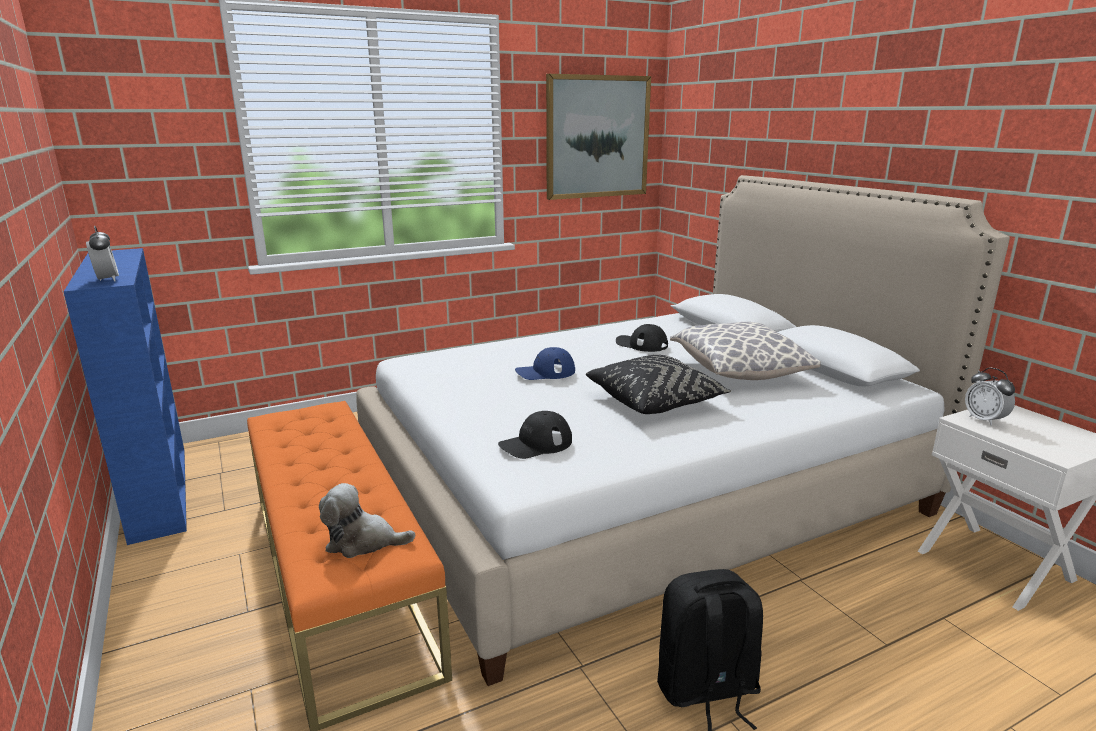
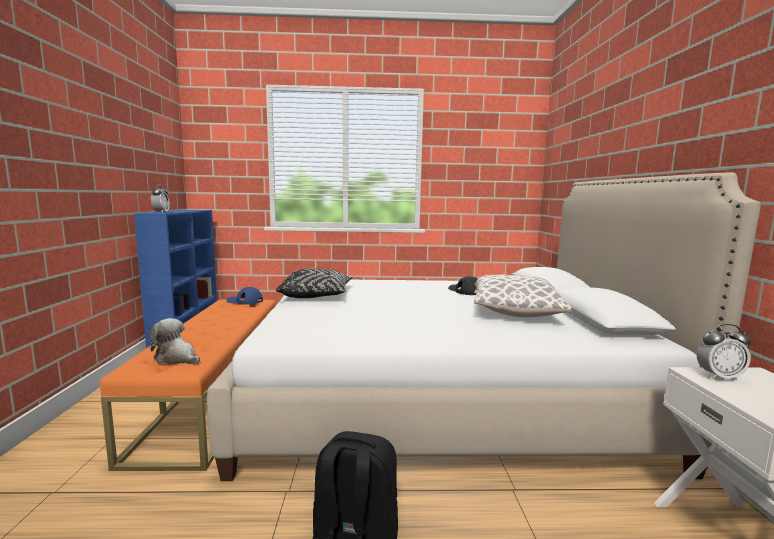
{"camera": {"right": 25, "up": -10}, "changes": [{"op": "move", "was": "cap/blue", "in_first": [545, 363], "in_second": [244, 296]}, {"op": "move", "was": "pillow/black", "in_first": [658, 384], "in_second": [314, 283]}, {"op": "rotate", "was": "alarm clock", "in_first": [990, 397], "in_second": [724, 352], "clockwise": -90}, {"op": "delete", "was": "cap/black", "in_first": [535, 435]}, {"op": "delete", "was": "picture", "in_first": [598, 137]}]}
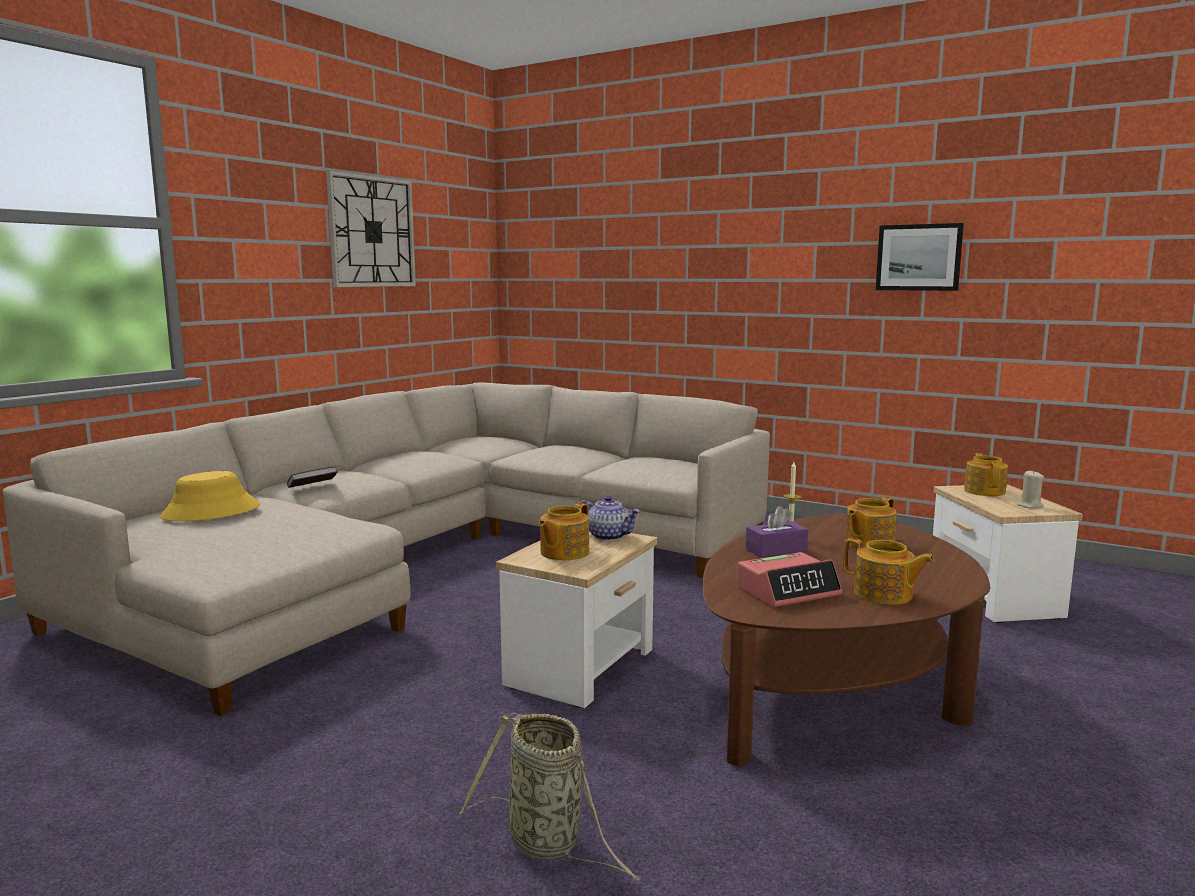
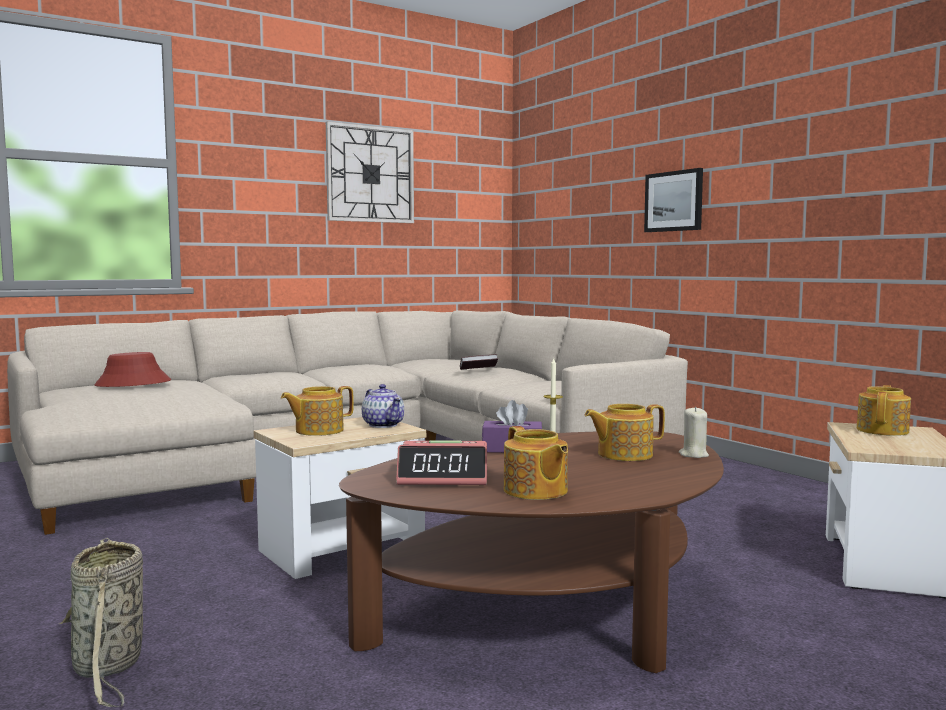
{"camera": {"right": 25, "up": -5}, "changes": [{"op": "recolor", "was": "hat/yellow", "now": "hat/red", "in_first": [210, 496], "in_second": [132, 369]}, {"op": "move", "was": "book", "in_first": [312, 477], "in_second": [479, 362]}, {"op": "move", "was": "picture", "in_first": [920, 257], "in_second": [673, 200]}, {"op": "move", "was": "candle/beige", "in_first": [1030, 489], "in_second": [694, 432]}]}
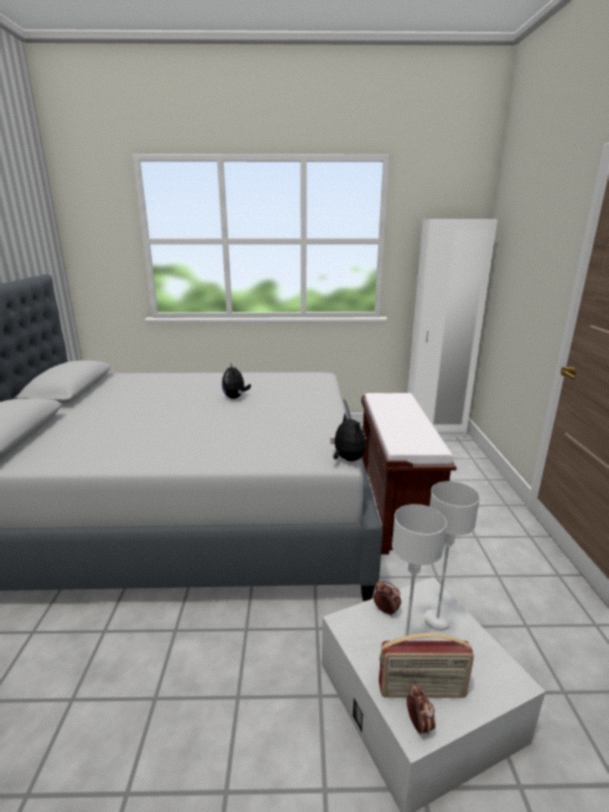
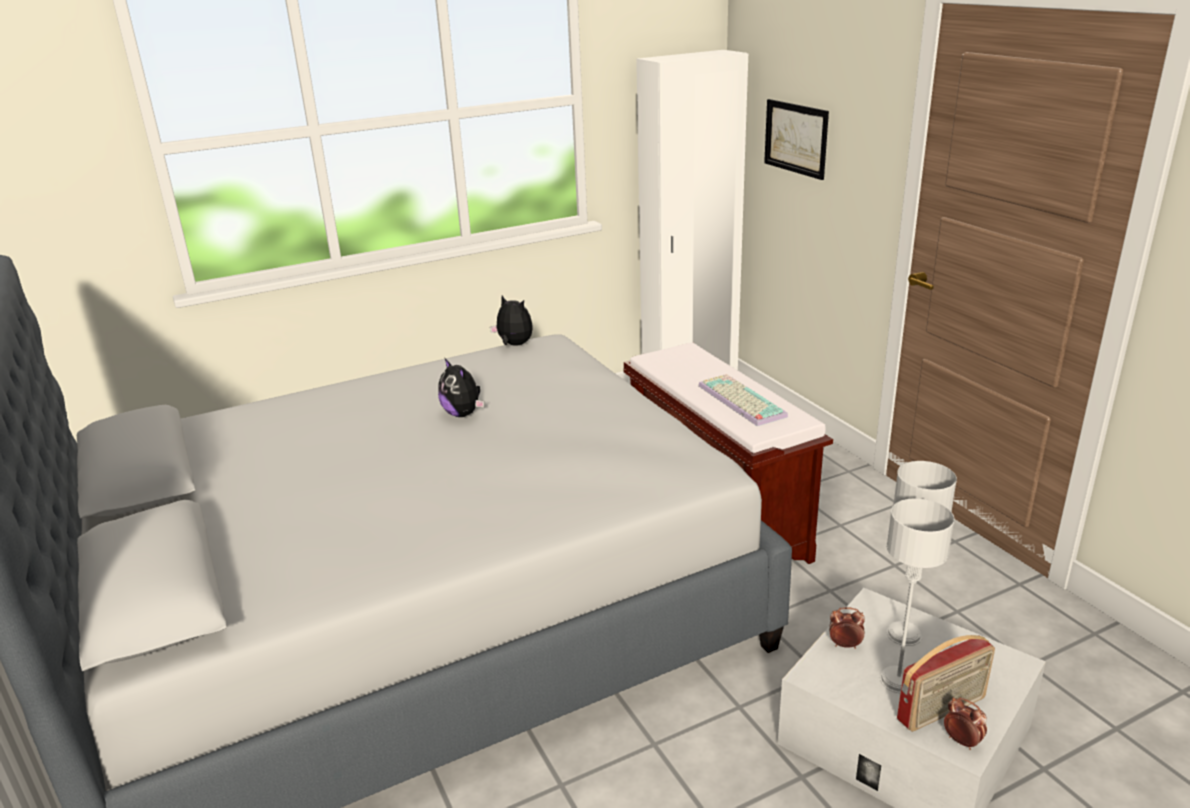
{"camera": {"right": -25, "up": 5}, "changes": [{"op": "move", "was": "plush toy", "in_first": [348, 437], "in_second": [511, 321]}, {"op": "insert", "now": "keyboard", "in_second": [743, 400]}, {"op": "insert", "now": "picture", "in_second": [796, 139]}]}
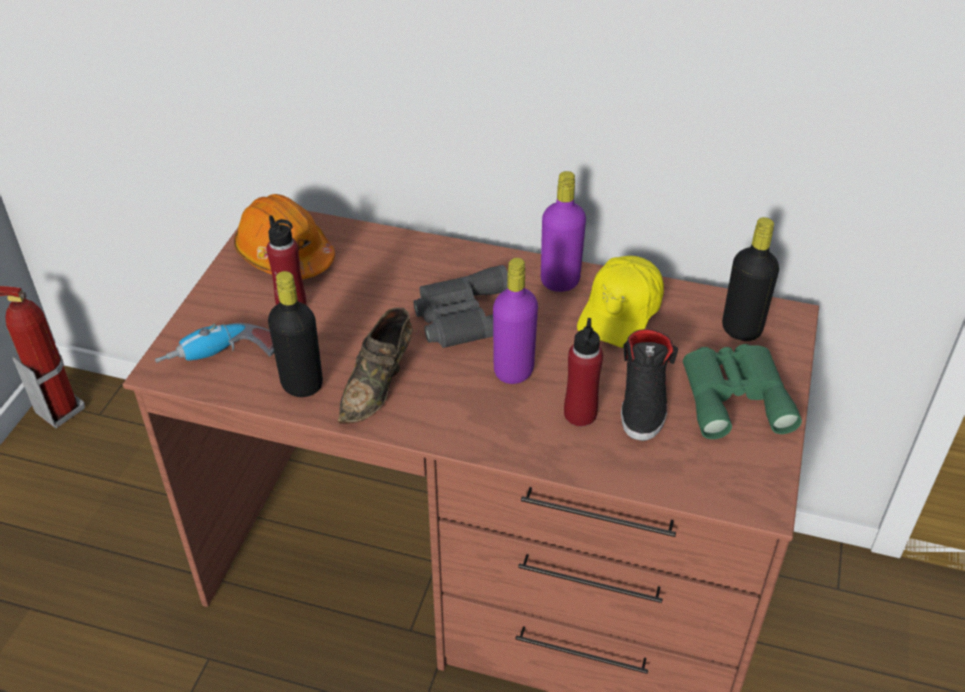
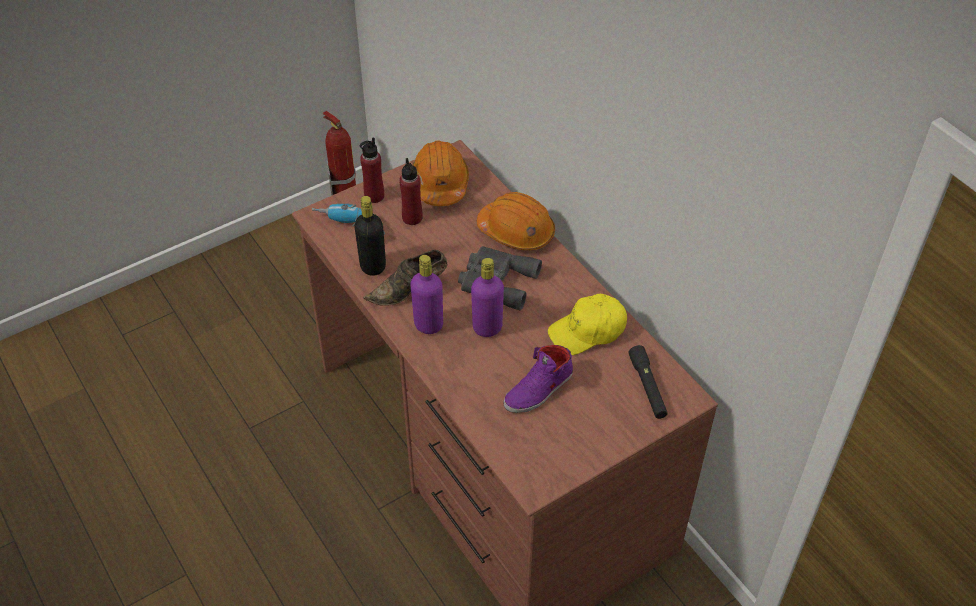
{"camera": {"right": 40, "up": 5}, "changes": [{"op": "move", "was": "bottle/red", "in_first": [583, 372], "in_second": [372, 170]}, {"op": "move", "was": "bottle/purple", "in_first": [563, 231], "in_second": [426, 294]}, {"op": "insert", "now": "hard hat/orange", "in_second": [516, 221]}, {"op": "recolor", "was": "shoe/black", "now": "shoe/purple", "in_first": [649, 385], "in_second": [538, 379]}, {"op": "replace", "was": "bottle/black", "now": "flashlight/black", "in_first": [750, 279], "in_second": [648, 382]}, {"op": "delete", "was": "binoculars/green", "in_first": [742, 391]}]}
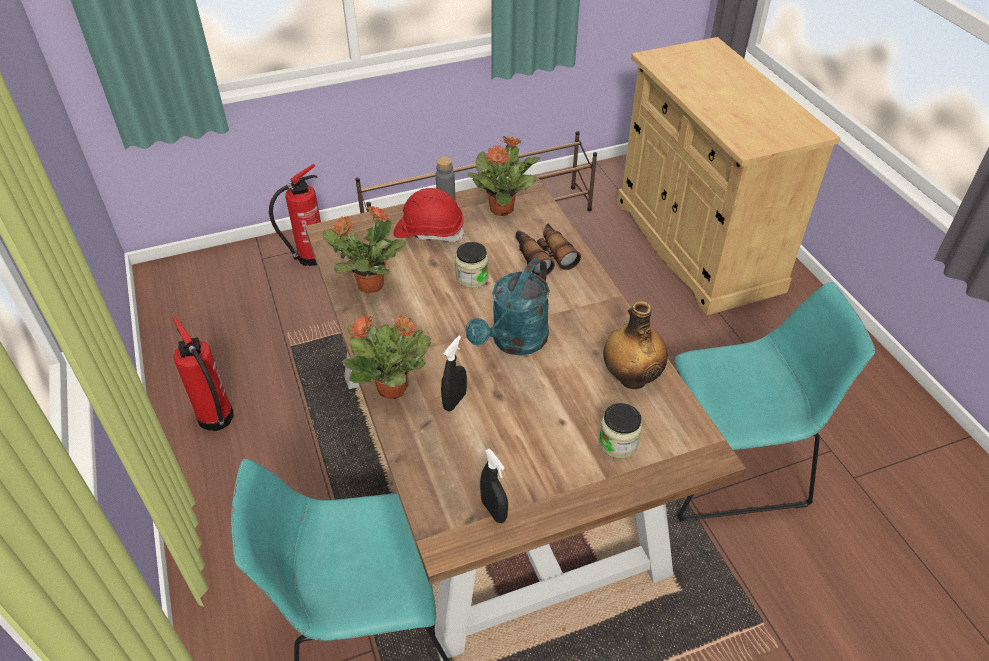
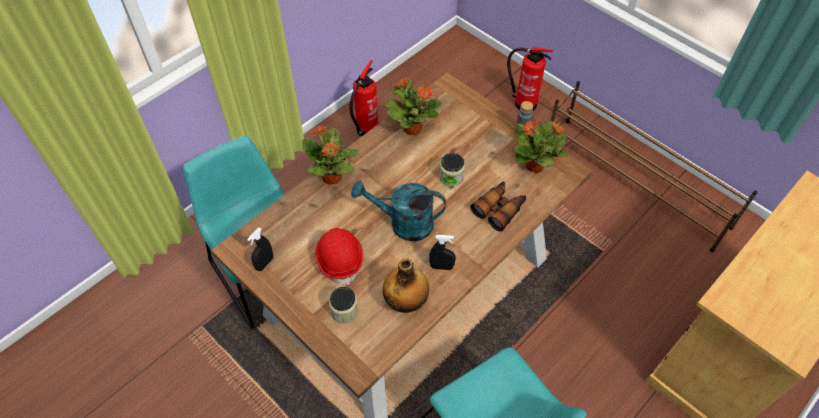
{"camera": {"right": 65, "up": 10}, "changes": [{"op": "move", "was": "hard hat/red", "in_first": [429, 215], "in_second": [339, 256]}, {"op": "move", "was": "spray bottle/black", "in_first": [454, 373], "in_second": [442, 252]}]}
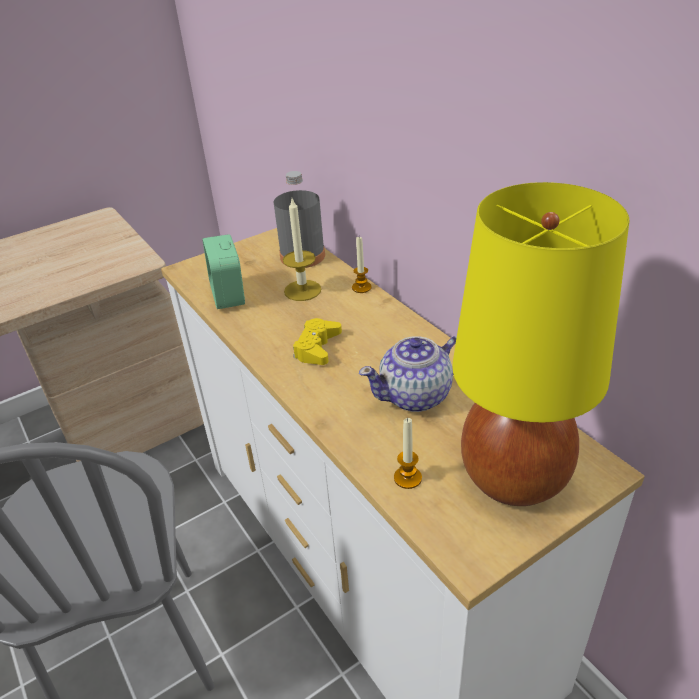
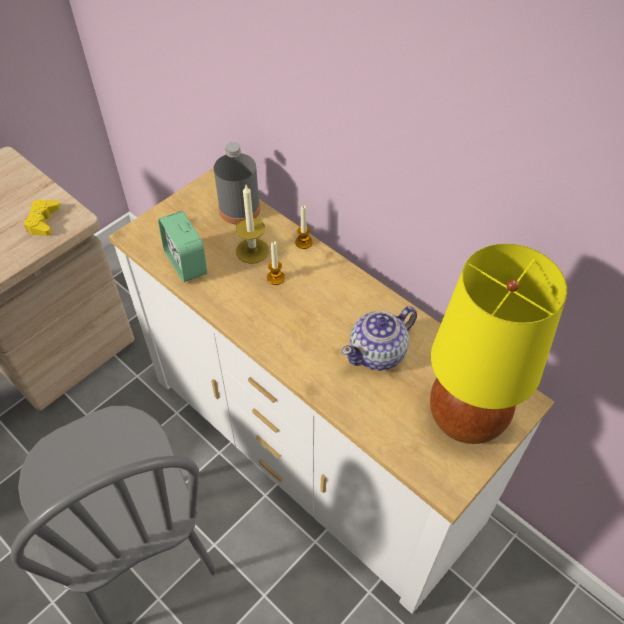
{"camera": {"right": -15, "up": 15}, "changes": [{"op": "move", "was": "game controller/yellow", "in_first": [317, 341], "in_second": [42, 217]}, {"op": "move", "was": "candle", "in_first": [408, 453], "in_second": [276, 263]}]}
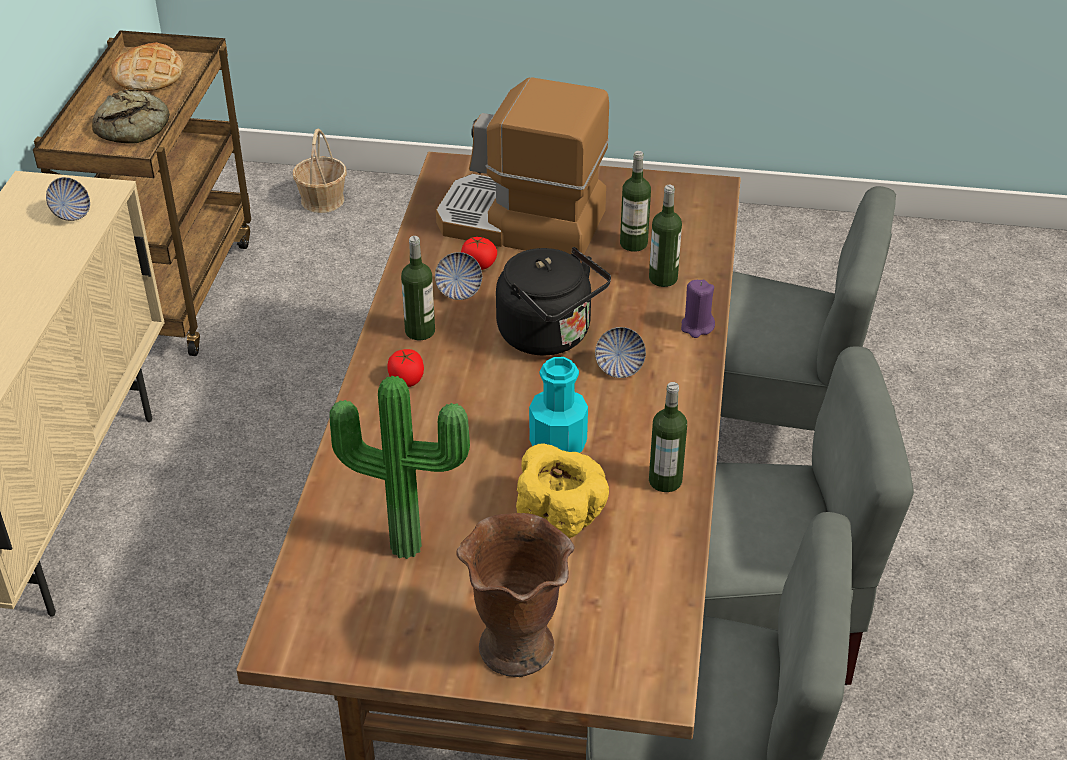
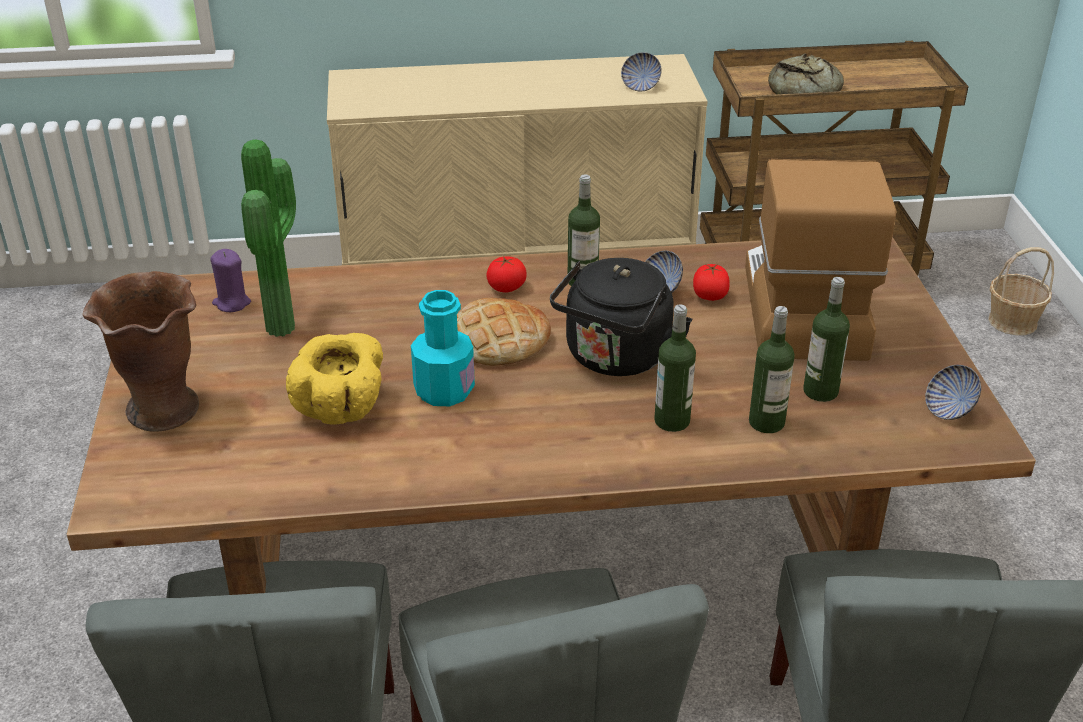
{"camera": {"right": 75, "up": -5}, "changes": [{"op": "move", "was": "candle/purple", "in_first": [698, 309], "in_second": [230, 280]}, {"op": "move", "was": "bread", "in_first": [147, 66], "in_second": [504, 332]}, {"op": "move", "was": "bottle", "in_first": [668, 437], "in_second": [675, 368]}, {"op": "move", "was": "bowl", "in_first": [620, 352], "in_second": [953, 392]}]}
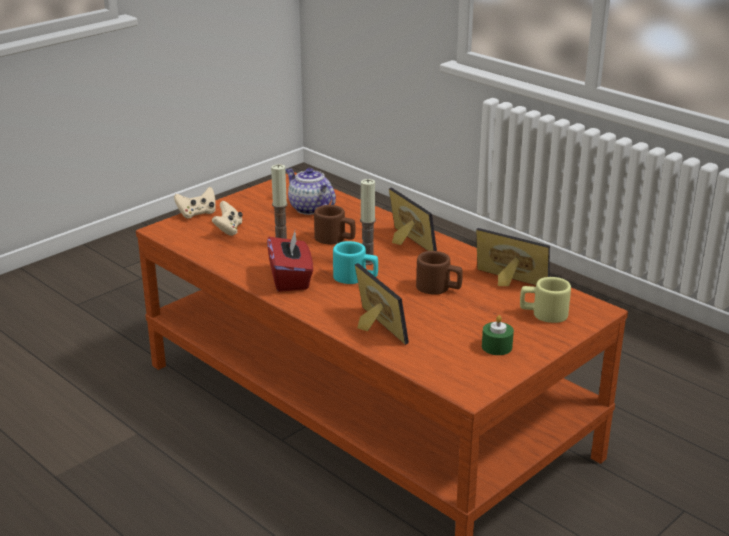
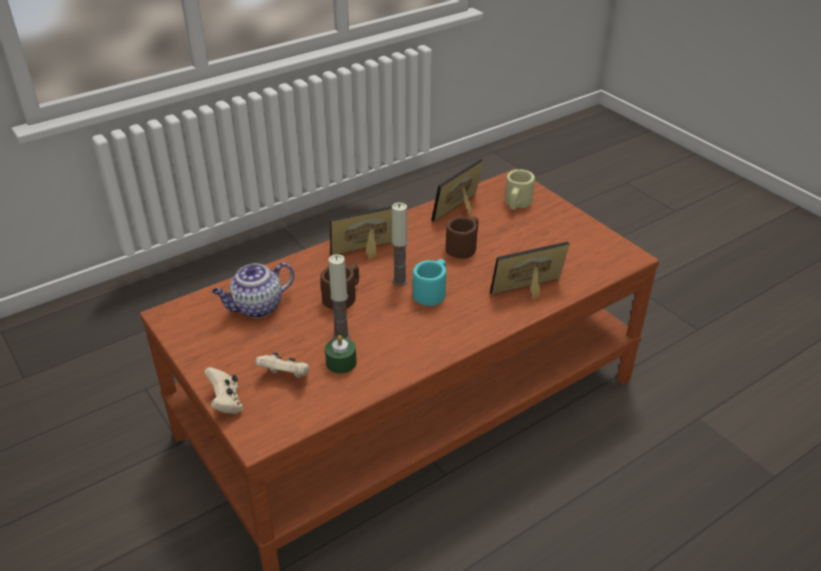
{"camera": {"right": -80, "up": 10}, "changes": [{"op": "move", "was": "candle/green", "in_first": [498, 335], "in_second": [341, 354]}, {"op": "delete", "was": "tissue box/red", "in_first": [290, 261]}]}
